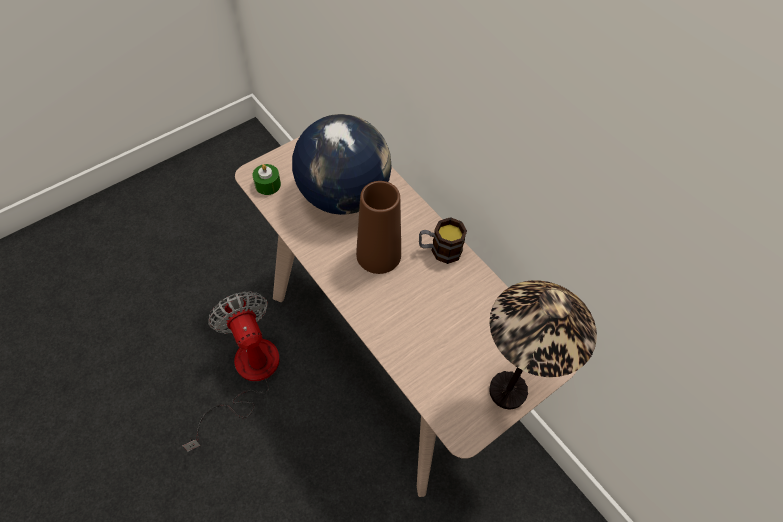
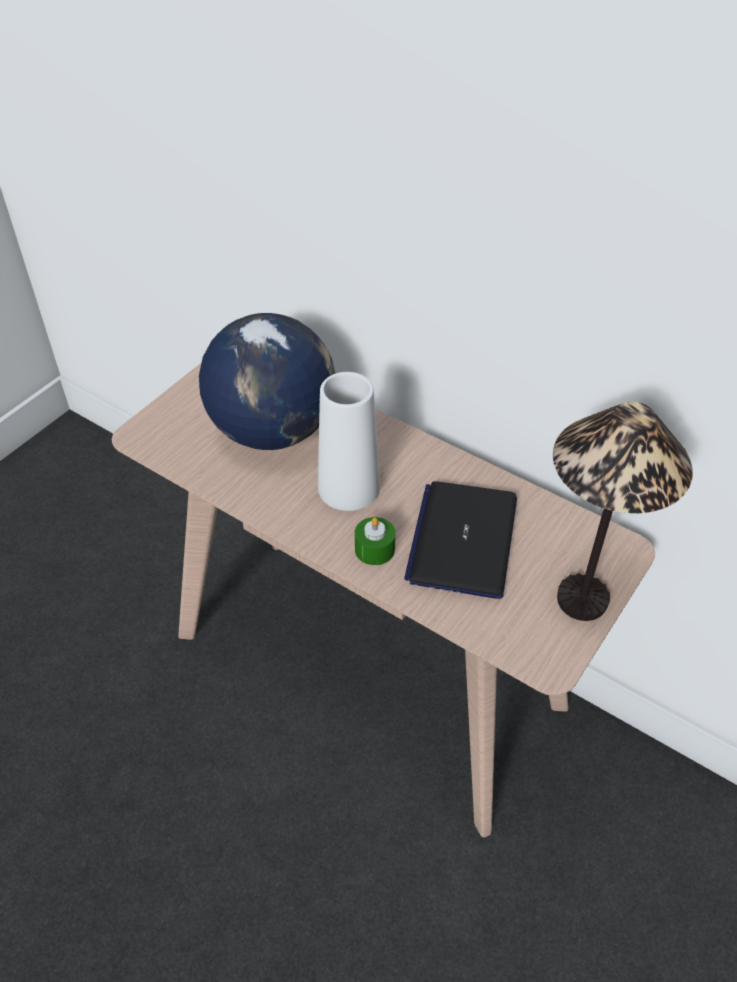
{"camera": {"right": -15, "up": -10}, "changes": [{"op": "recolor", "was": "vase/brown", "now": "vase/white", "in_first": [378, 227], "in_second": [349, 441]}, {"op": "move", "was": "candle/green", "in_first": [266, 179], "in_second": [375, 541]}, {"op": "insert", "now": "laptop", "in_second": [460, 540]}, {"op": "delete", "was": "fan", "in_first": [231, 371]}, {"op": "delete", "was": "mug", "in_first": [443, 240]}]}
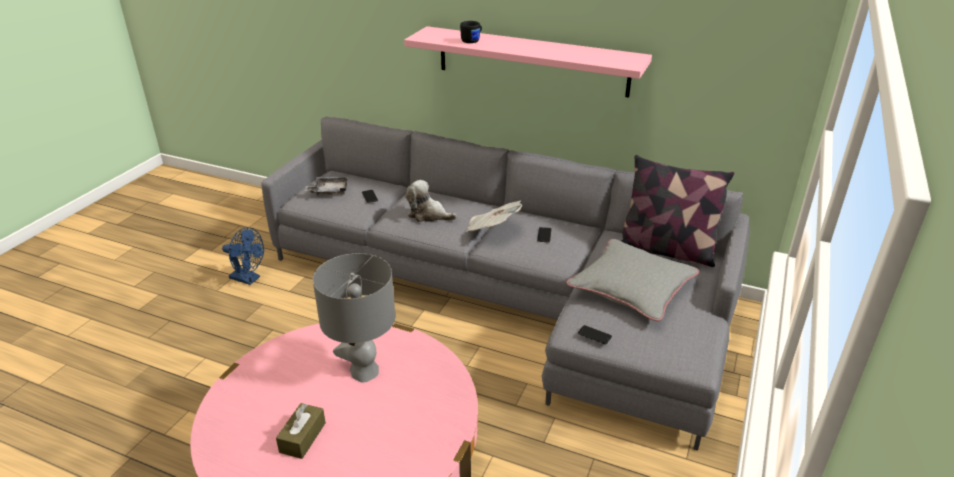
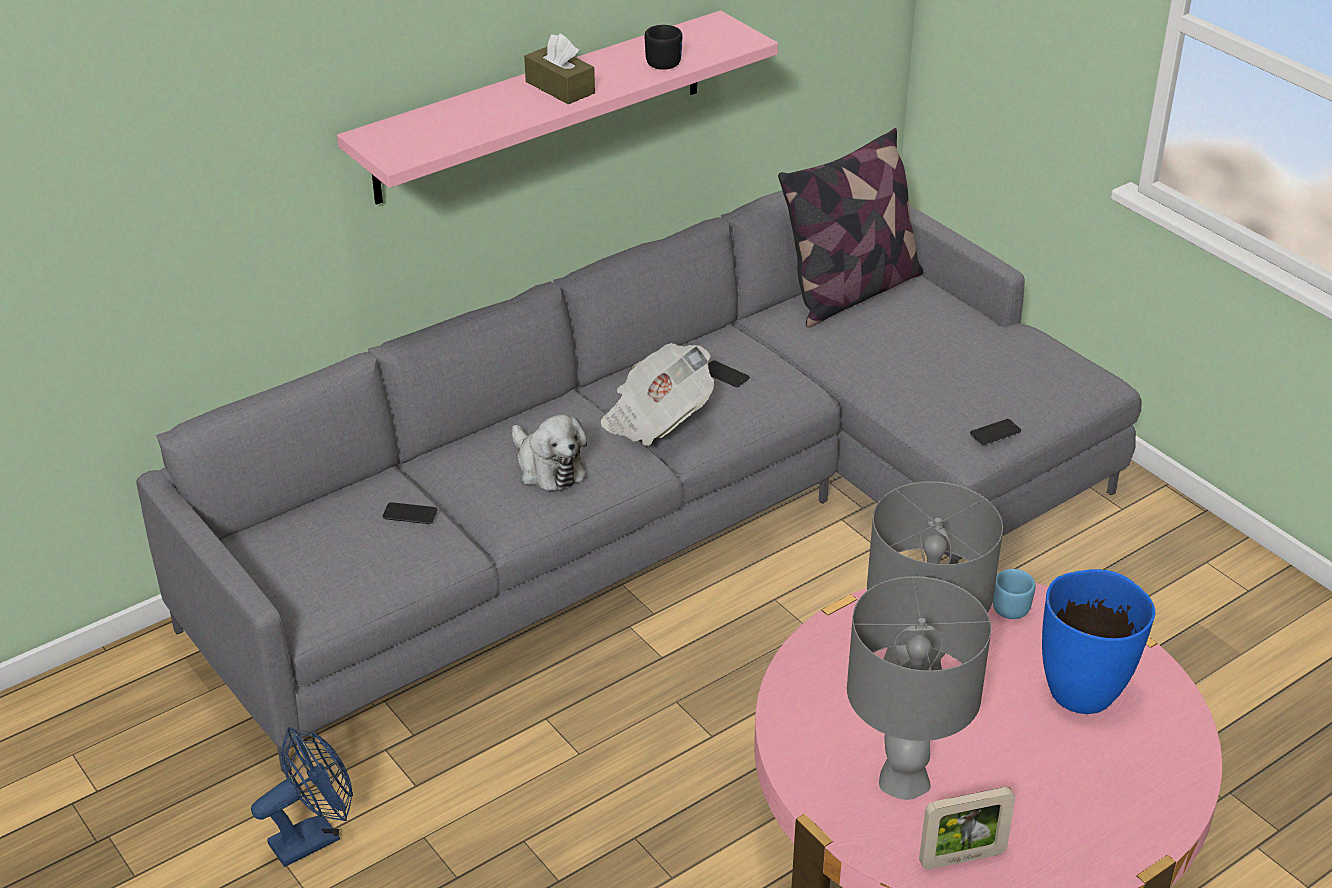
{"camera": {"right": -60, "up": 5}, "changes": [{"op": "rotate", "was": "plush toy", "in_first": [431, 201], "in_second": [549, 453], "clockwise": -90}, {"op": "move", "was": "tissue box/brown", "in_first": [301, 431], "in_second": [559, 68]}, {"op": "move", "was": "mug/black", "in_first": [471, 32], "in_second": [663, 47]}, {"op": "insert", "now": "table lamp/grey", "in_second": [919, 688]}, {"op": "insert", "now": "picture frame", "in_second": [967, 828]}, {"op": "insert", "now": "mug/blue", "in_second": [1014, 594]}, {"op": "insert", "now": "vase/blue", "in_second": [1098, 641]}, {"op": "delete", "was": "tray/grey", "in_first": [326, 185]}, {"op": "delete", "was": "pillow/grey", "in_first": [632, 280]}]}
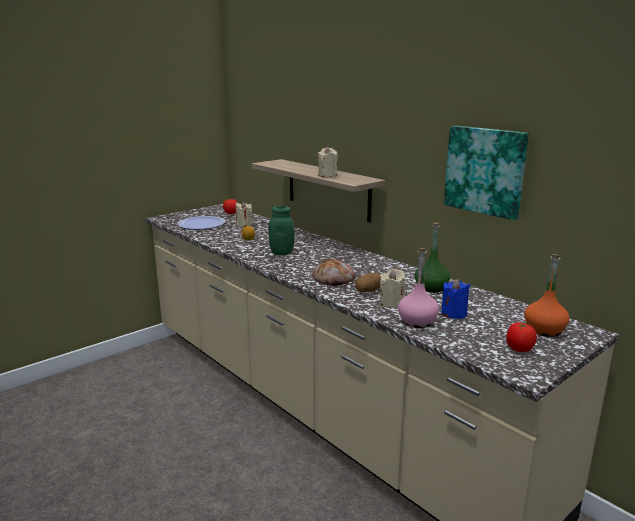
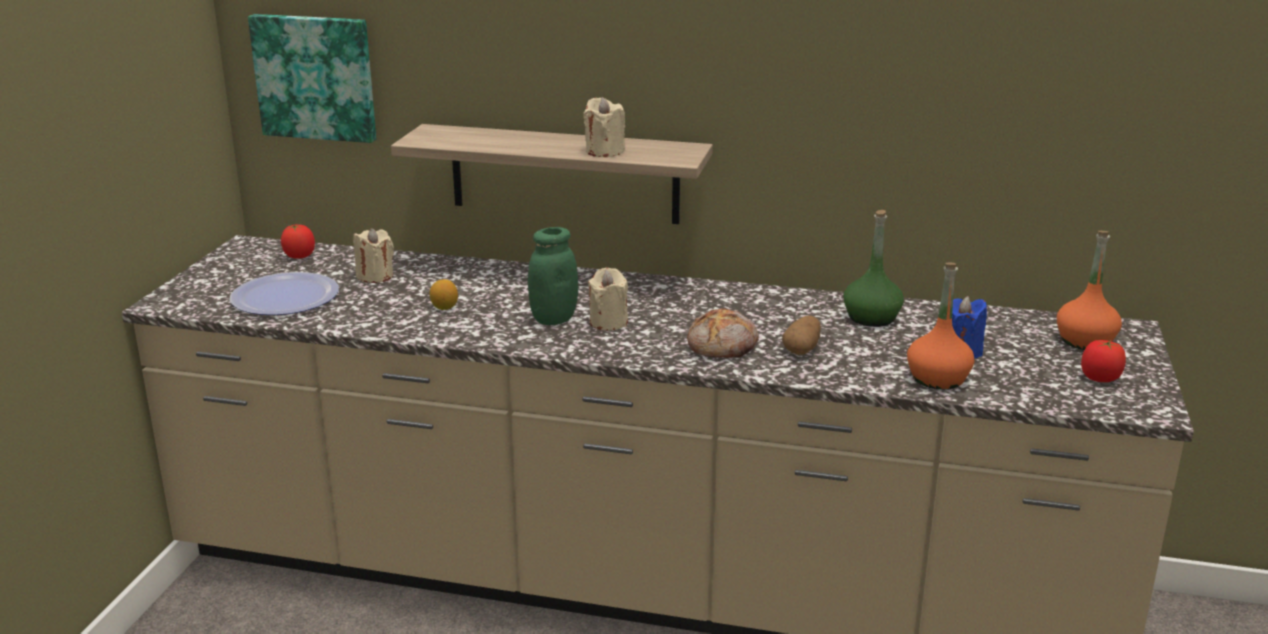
{"camera": {"right": -35, "up": 5}, "changes": [{"op": "move", "was": "picture", "in_first": [486, 173], "in_second": [312, 78]}, {"op": "move", "was": "candle/beige", "in_first": [393, 288], "in_second": [608, 299]}, {"op": "recolor", "was": "bottle/pink", "now": "bottle/orange", "in_first": [418, 288], "in_second": [941, 326]}]}
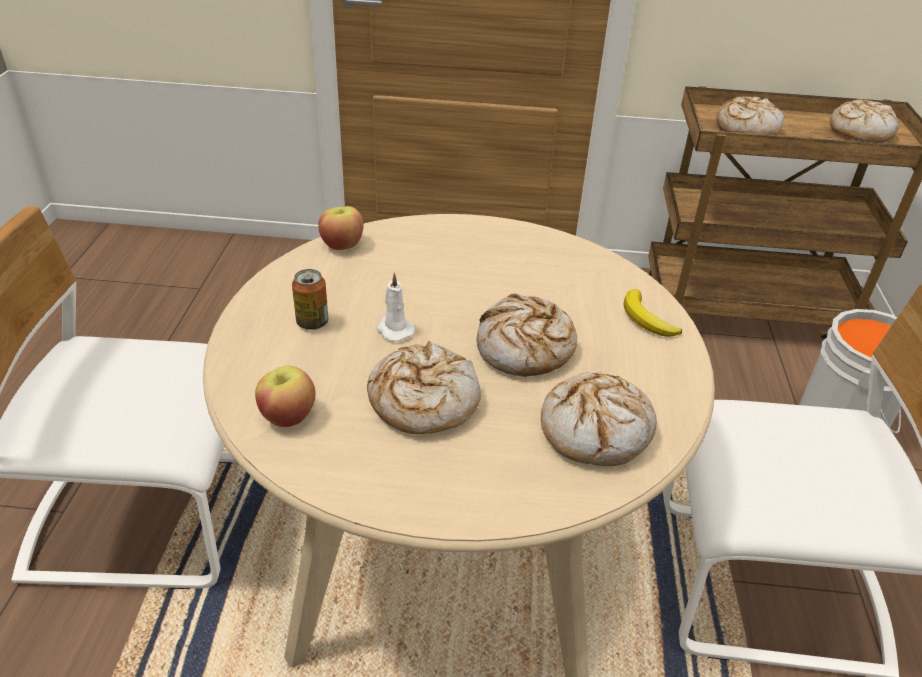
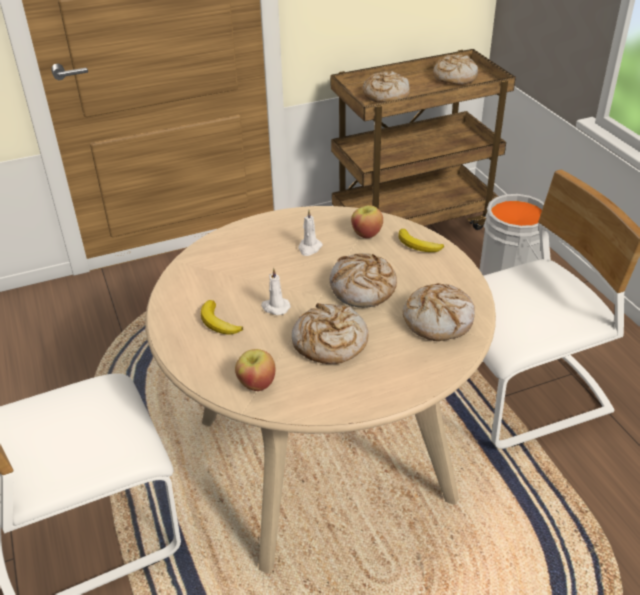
{"camera": {"right": -25, "up": 0}, "changes": [{"op": "replace", "was": "can", "now": "banana", "in_first": [310, 299], "in_second": [222, 317]}, {"op": "insert", "now": "candle/white", "in_second": [310, 233]}, {"op": "move", "was": "apple", "in_first": [340, 228], "in_second": [367, 221]}]}
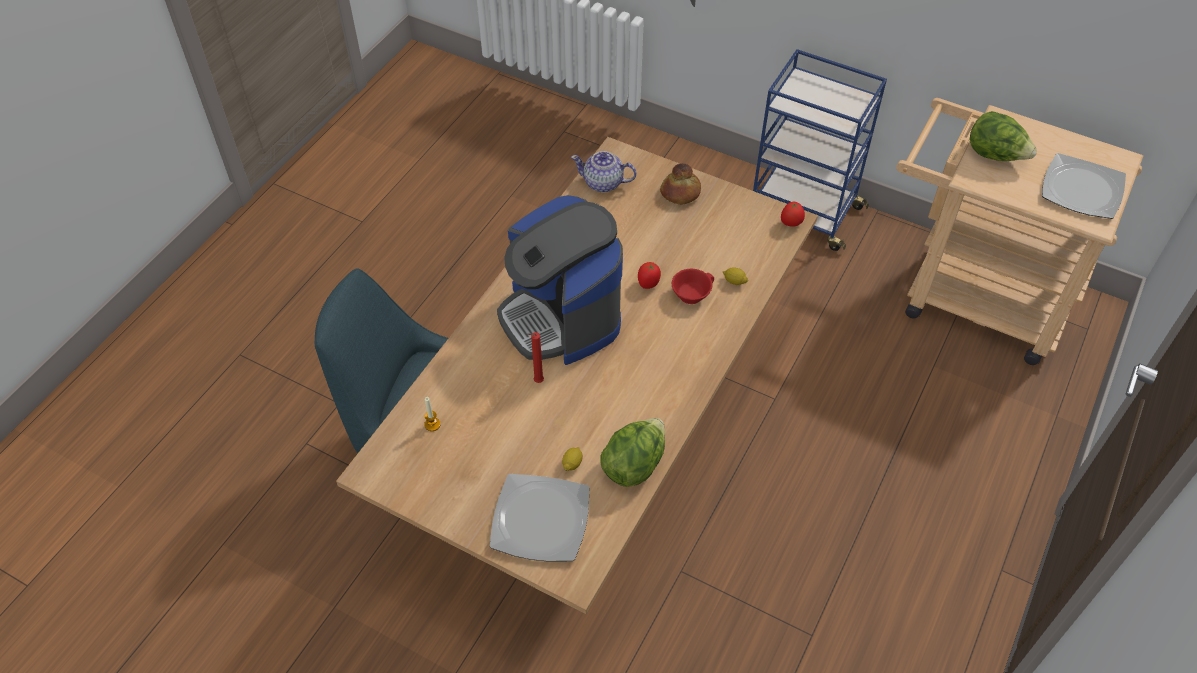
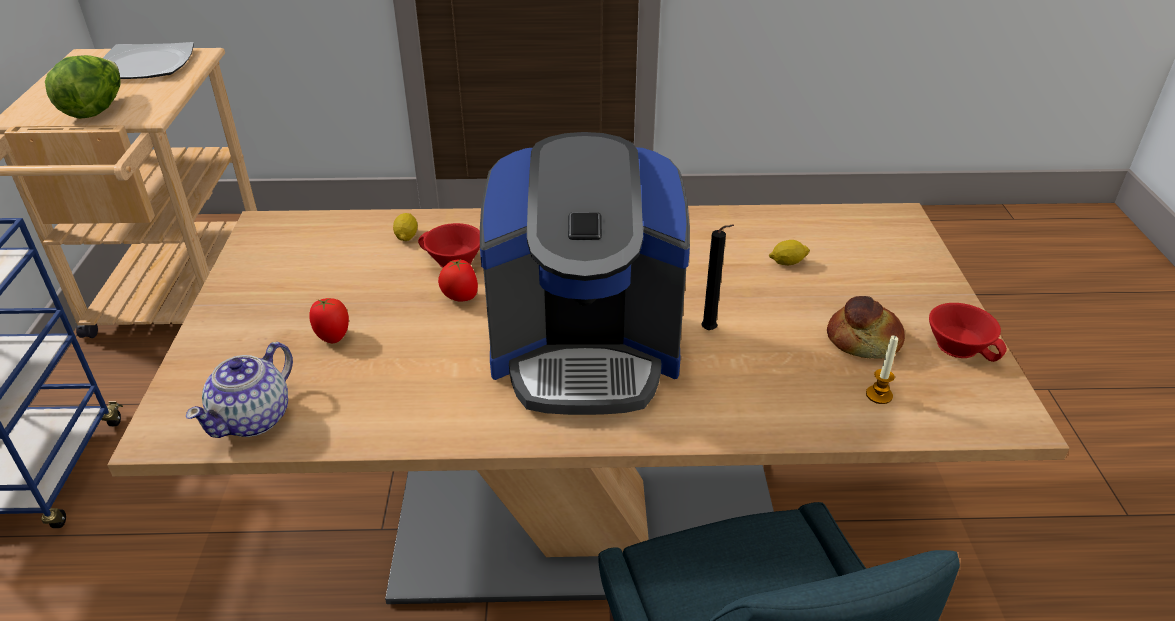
{"camera": {"right": -120, "up": -15}, "changes": [{"op": "rotate", "was": "teapot", "in_first": [604, 171], "in_second": [239, 390], "clockwise": 45}, {"op": "move", "was": "tomato", "in_first": [793, 214], "in_second": [329, 320]}, {"op": "rotate", "was": "coffee machine", "in_first": [560, 280], "in_second": [585, 273], "clockwise": 60}, {"op": "recolor", "was": "candle/red", "now": "candle/black", "in_first": [535, 357], "in_second": [717, 277]}, {"op": "move", "was": "bread", "in_first": [680, 184], "in_second": [866, 327]}, {"op": "insert", "now": "cup/red", "in_second": [968, 332]}, {"op": "delete", "was": "plate", "in_first": [539, 518]}, {"op": "delete", "was": "lettuce", "in_first": [632, 452]}]}
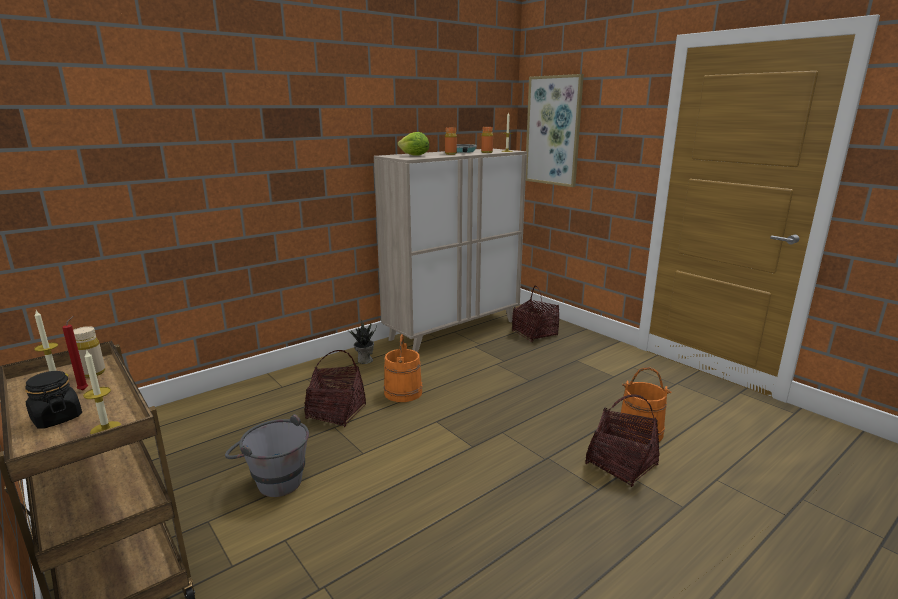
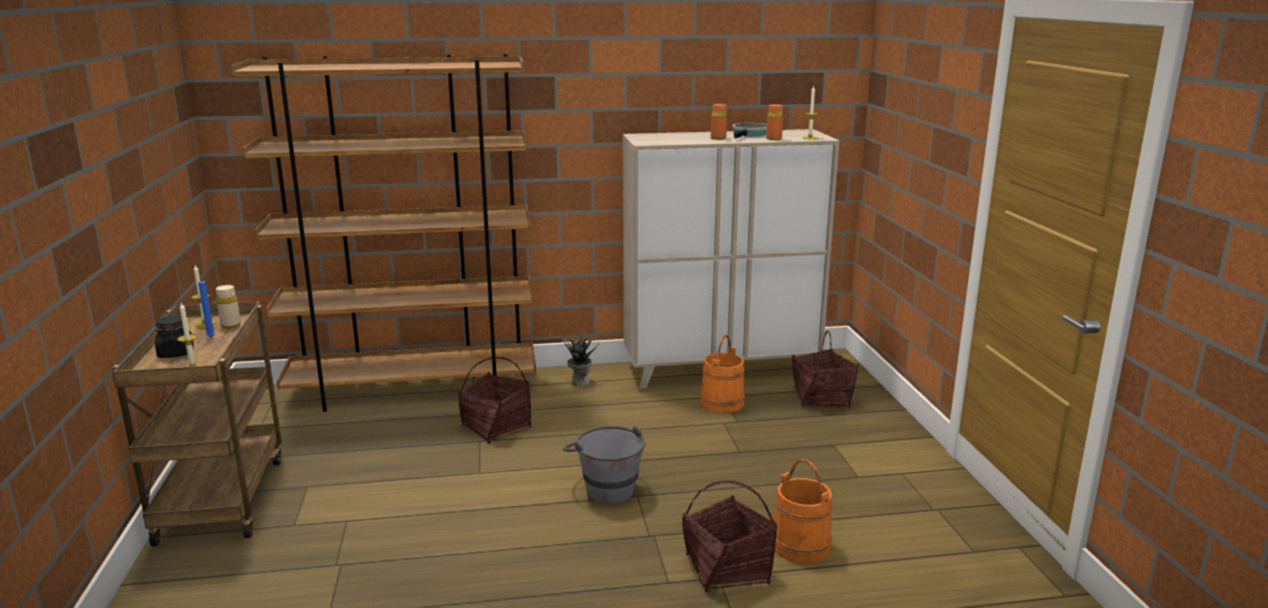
{"camera": {"right": 30, "up": 0}, "changes": [{"op": "recolor", "was": "candle/red", "now": "candle/blue", "in_first": [75, 353], "in_second": [206, 305]}, {"op": "insert", "now": "bookcase/brown", "in_second": [383, 233]}, {"op": "move", "was": "bucket/grey", "in_first": [267, 455], "in_second": [604, 464]}, {"op": "move", "was": "bucket/orange", "in_first": [403, 368], "in_second": [722, 374]}, {"op": "delete", "was": "lettuce", "in_first": [413, 144]}, {"op": "delete", "was": "picture", "in_first": [555, 130]}]}
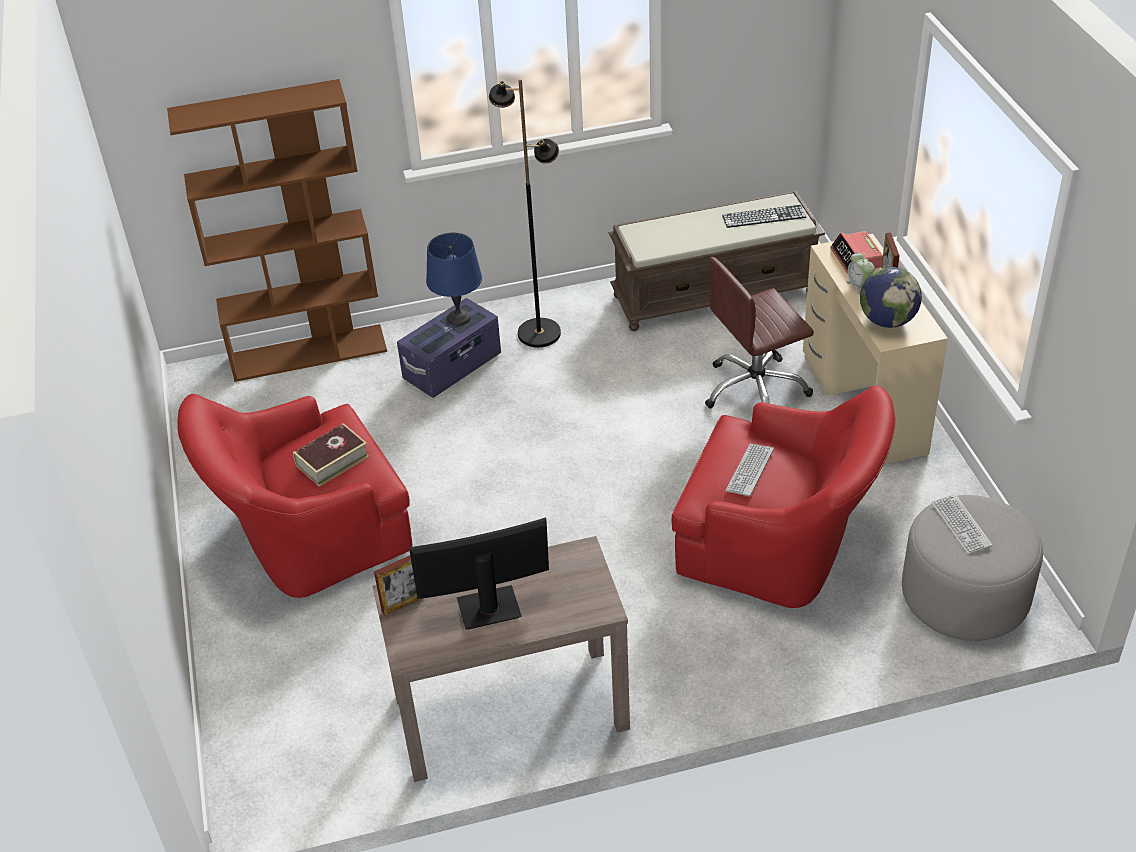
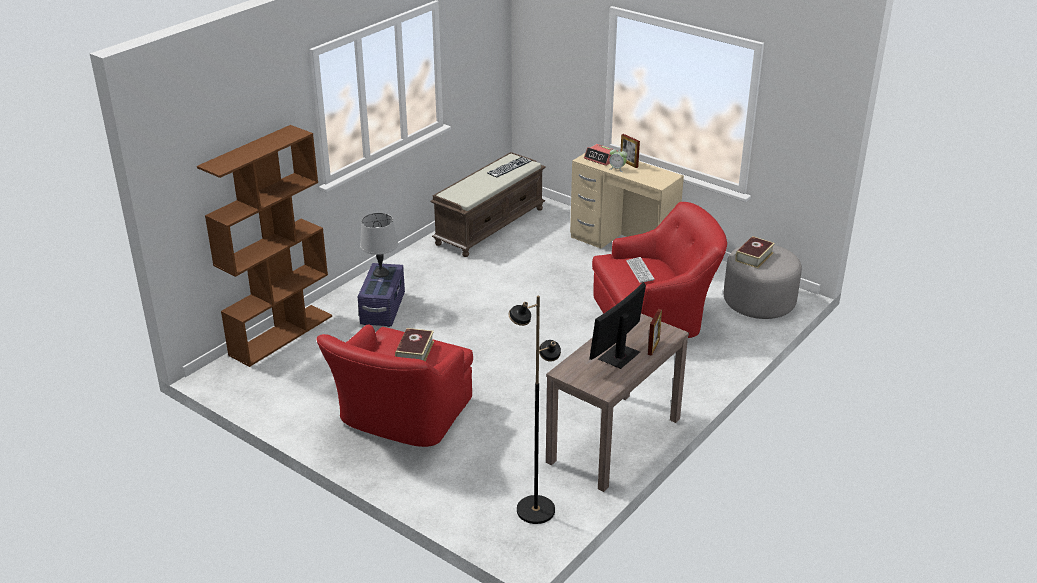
{"camera": {"right": -40, "up": -10}, "changes": [{"op": "recolor", "was": "table lamp/blue", "now": "table lamp/grey", "in_first": [454, 279], "in_second": [379, 245]}, {"op": "move", "was": "floor lamp/black", "in_first": [525, 213], "in_second": [535, 410]}, {"op": "move", "was": "picture frame", "in_first": [397, 585], "in_second": [655, 332]}, {"op": "replace", "was": "keyboard", "now": "book", "in_first": [961, 524], "in_second": [755, 252]}, {"op": "delete", "was": "office chair/brown", "in_first": [759, 333]}, {"op": "delete", "was": "globe", "in_first": [891, 297]}]}
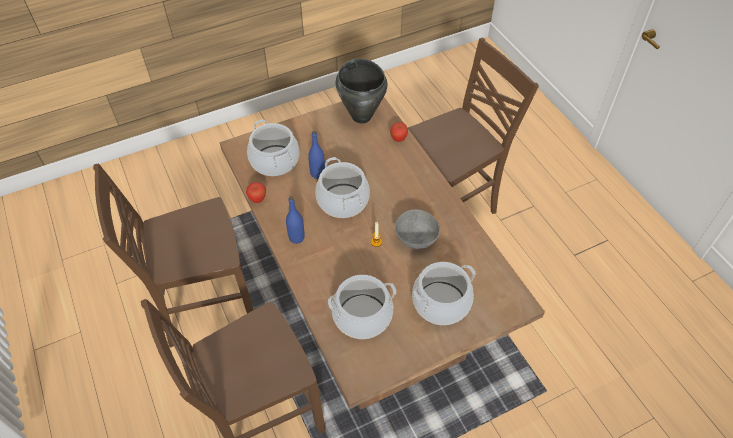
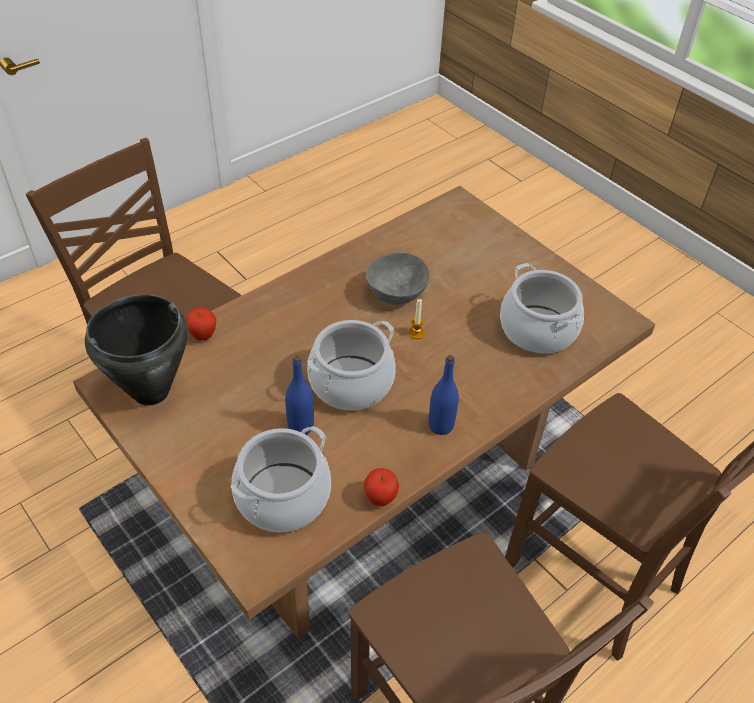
{"camera": {"right": -105, "up": -5}, "changes": [{"op": "delete", "was": "cooking pot", "in_first": [444, 293]}]}
